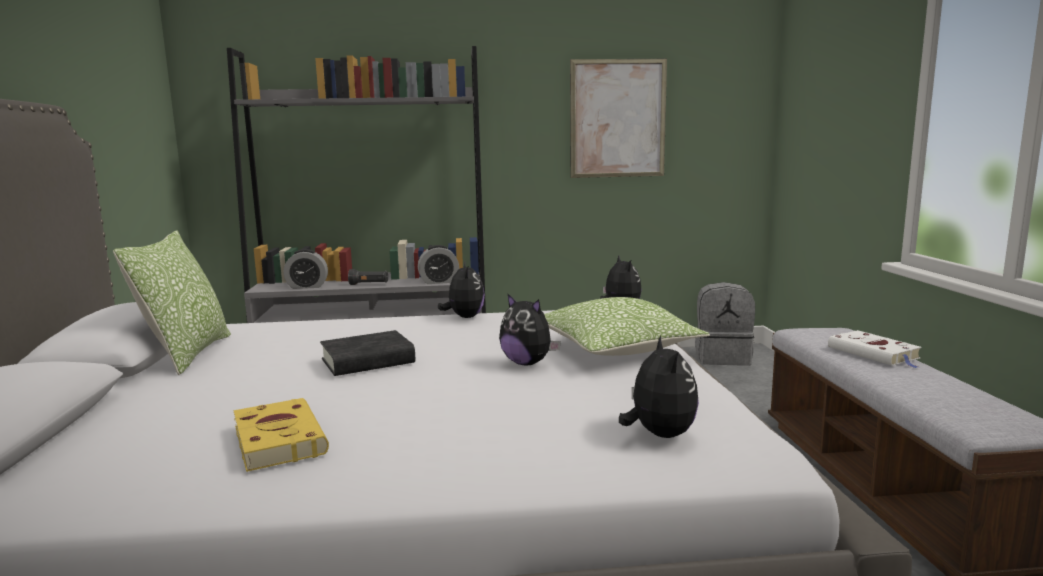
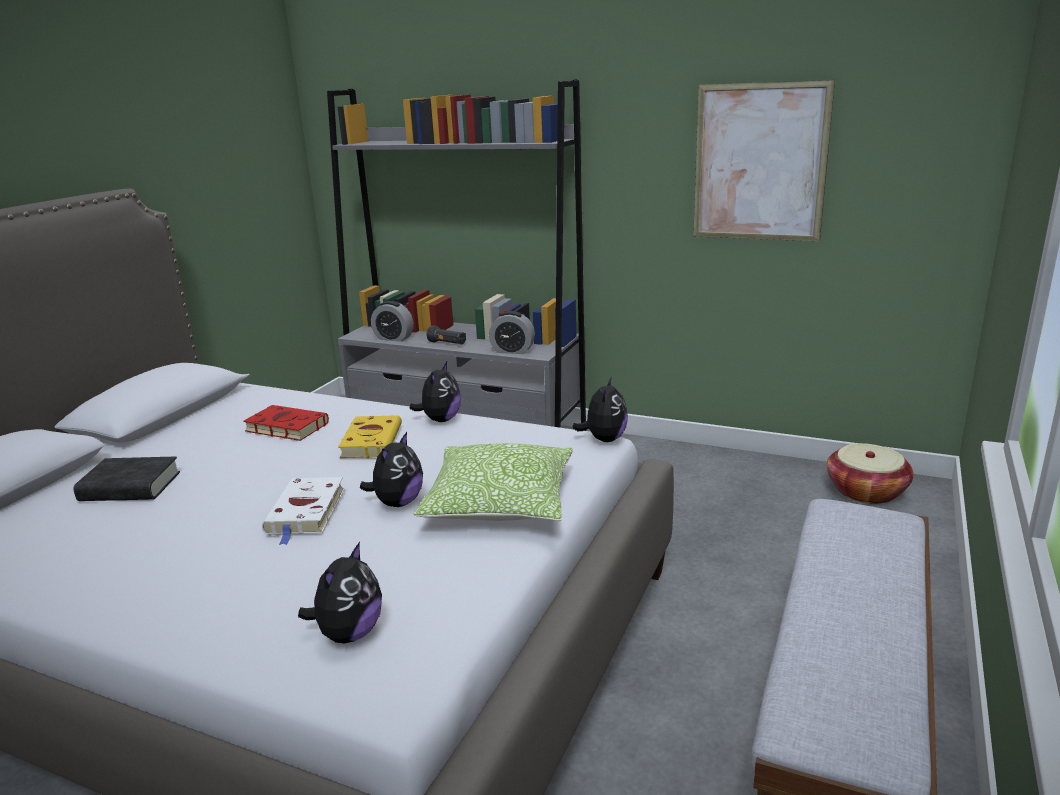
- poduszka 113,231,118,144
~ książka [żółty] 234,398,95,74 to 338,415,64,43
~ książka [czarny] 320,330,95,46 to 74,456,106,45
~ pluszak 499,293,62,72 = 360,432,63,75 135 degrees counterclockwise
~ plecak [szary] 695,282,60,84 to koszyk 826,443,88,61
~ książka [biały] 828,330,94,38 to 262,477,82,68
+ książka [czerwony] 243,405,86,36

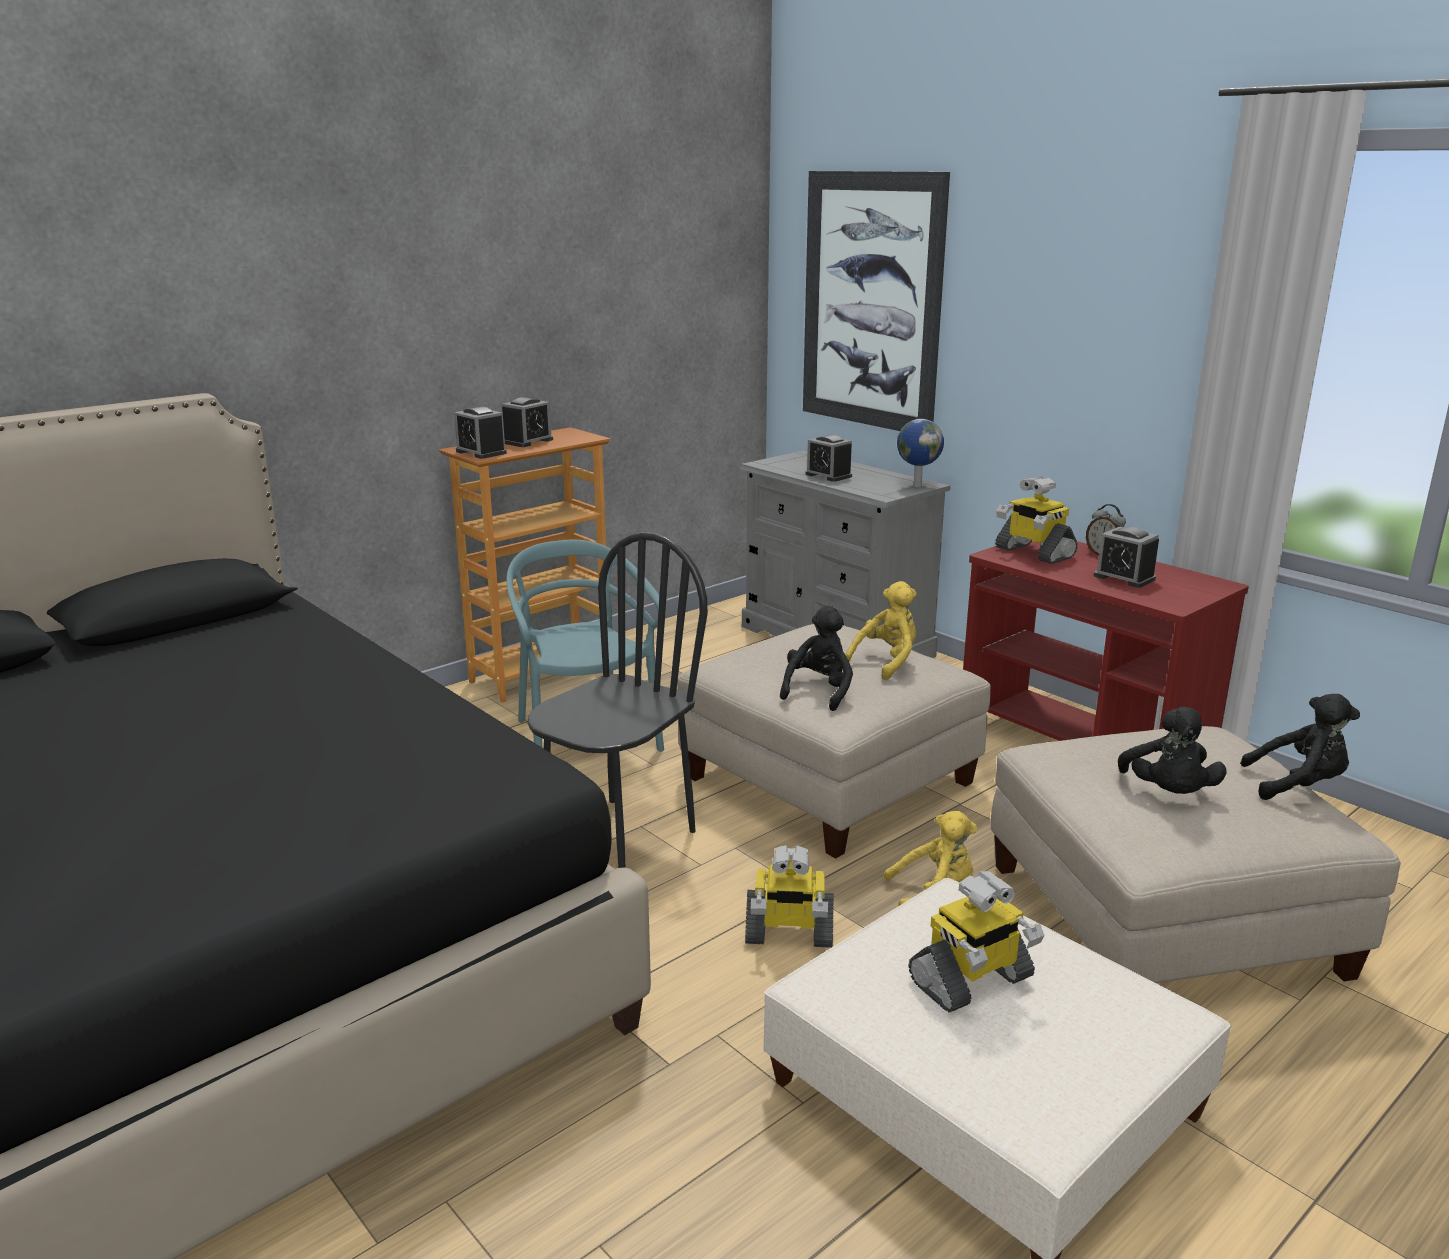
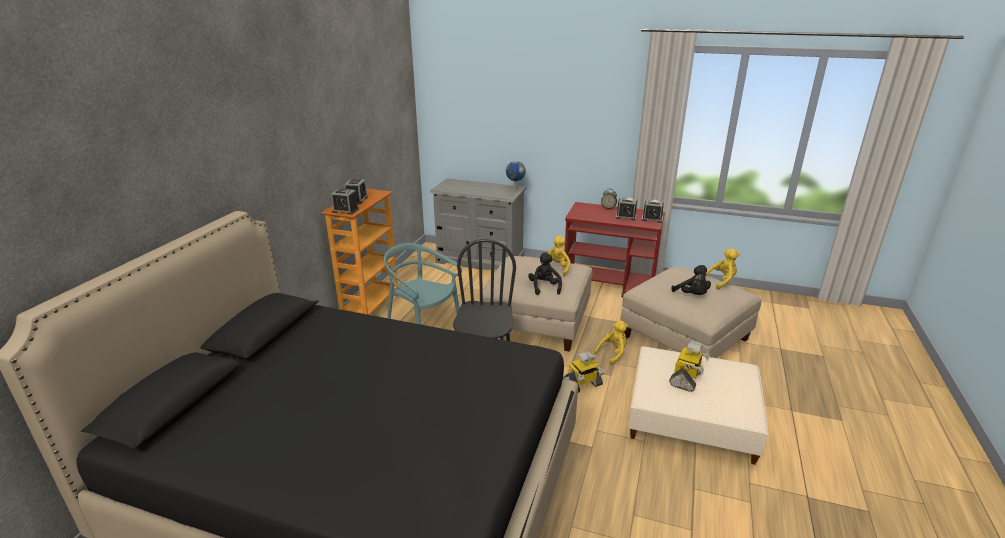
- obraz 803,171,147,260
~ budzik 805,435,47,47 to 642,200,22,23
- robot zabawkowy 995,476,83,88
~ pluszak [czarny] 1240,694,120,106 to pluszak [żółty] 704,249,36,41

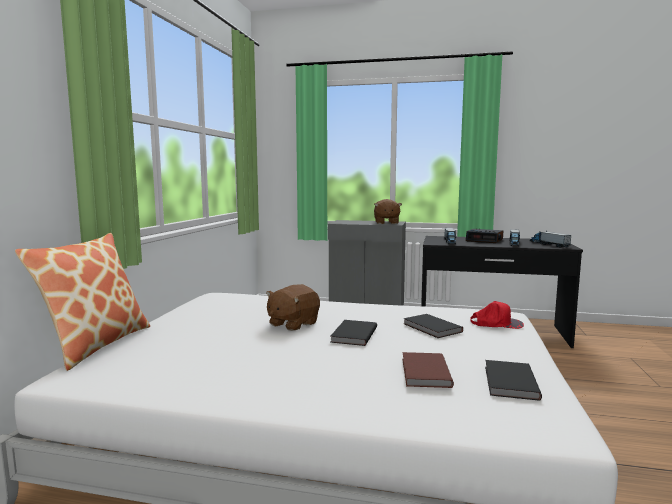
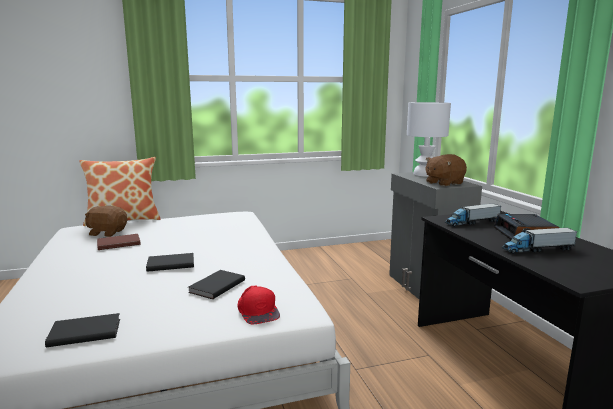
~ pluszak [brązowy] 266,284,54,47 to 85,206,42,31
~ książka [brązowy] 402,352,52,36 to 97,234,44,16
- ciężarówka zabawkowa 530,231,41,17
+ lampa stołowa [biały] 407,102,44,75

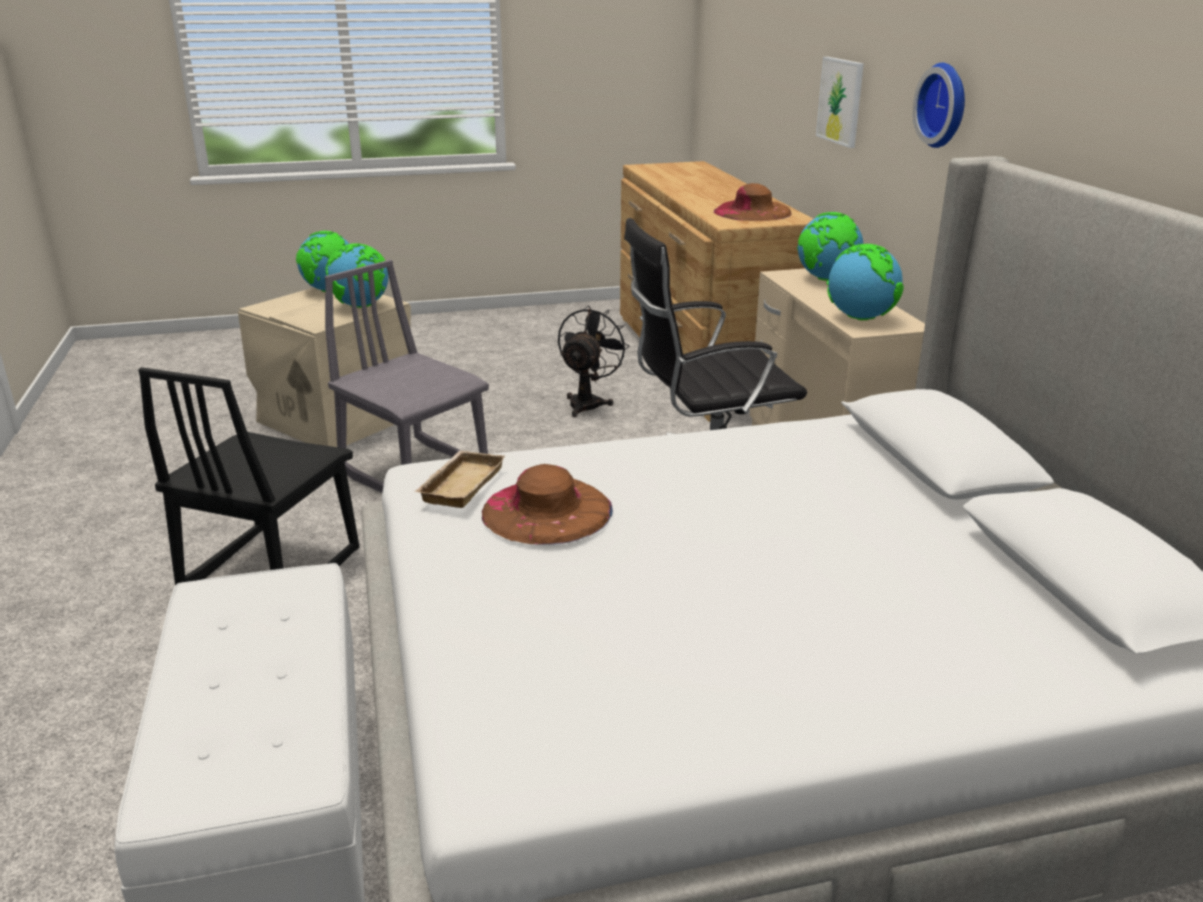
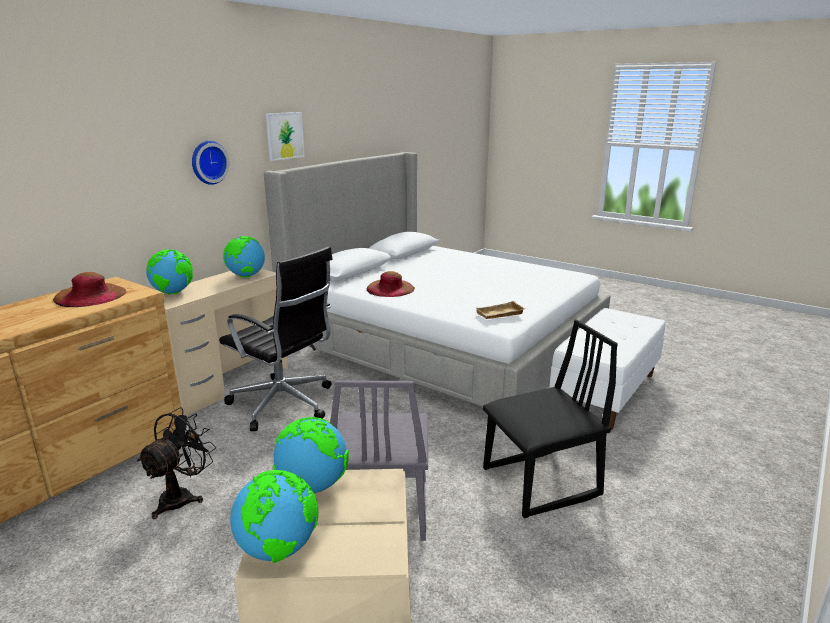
~ kapelusz [brązowy] 482,464,131,81 to 367,271,48,26
~ wentylator [czarny] 558,306,71,111 = 137,407,79,112 135 degrees clockwise
~ obraz 816,57,48,91 to 266,112,39,49

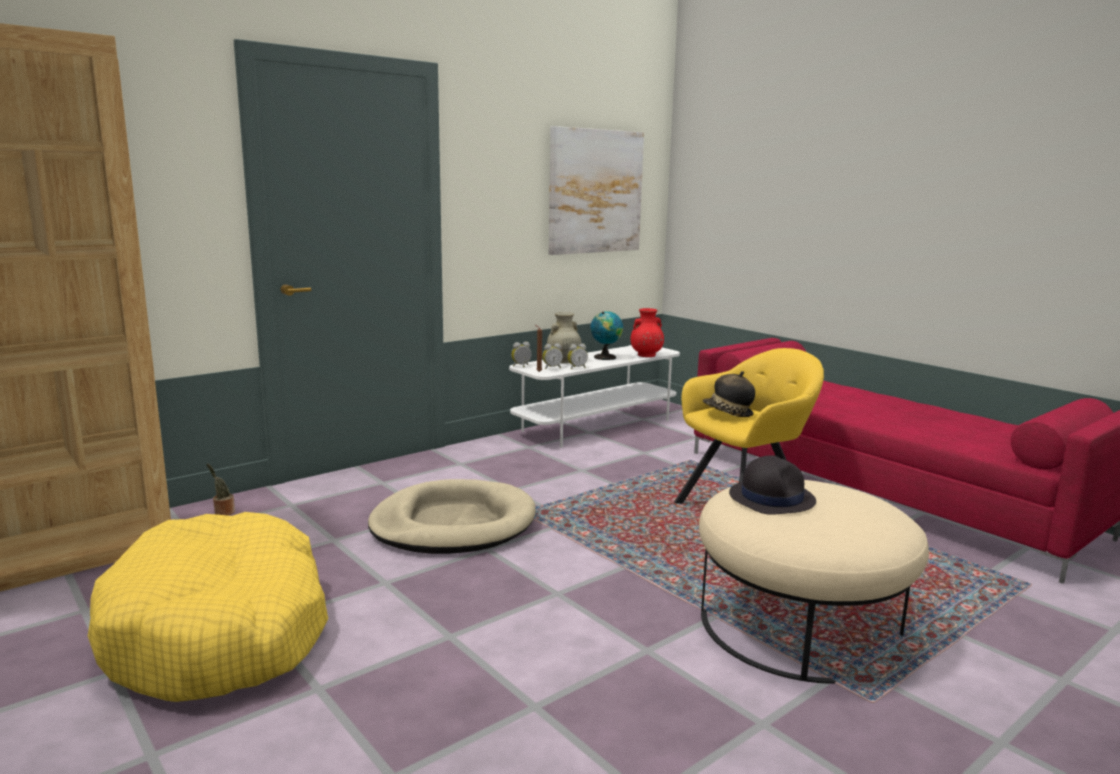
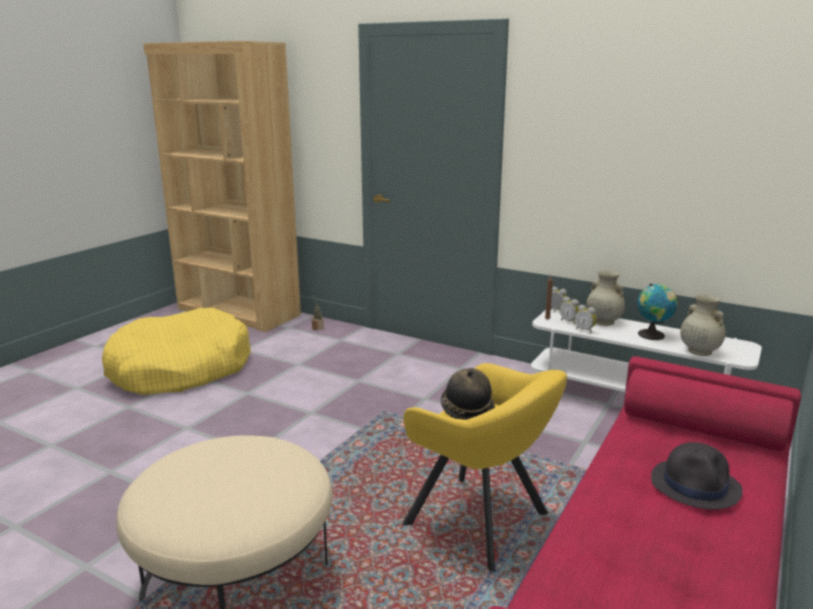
- legowisko [beżowy] 368,479,168,75
- obraz 549,126,95,129
~ wazon [czerwony] 630,308,34,49 to wazon [beżowy] 680,294,46,62
~ kapelusz [czarny] 729,455,87,60 to 651,442,92,67

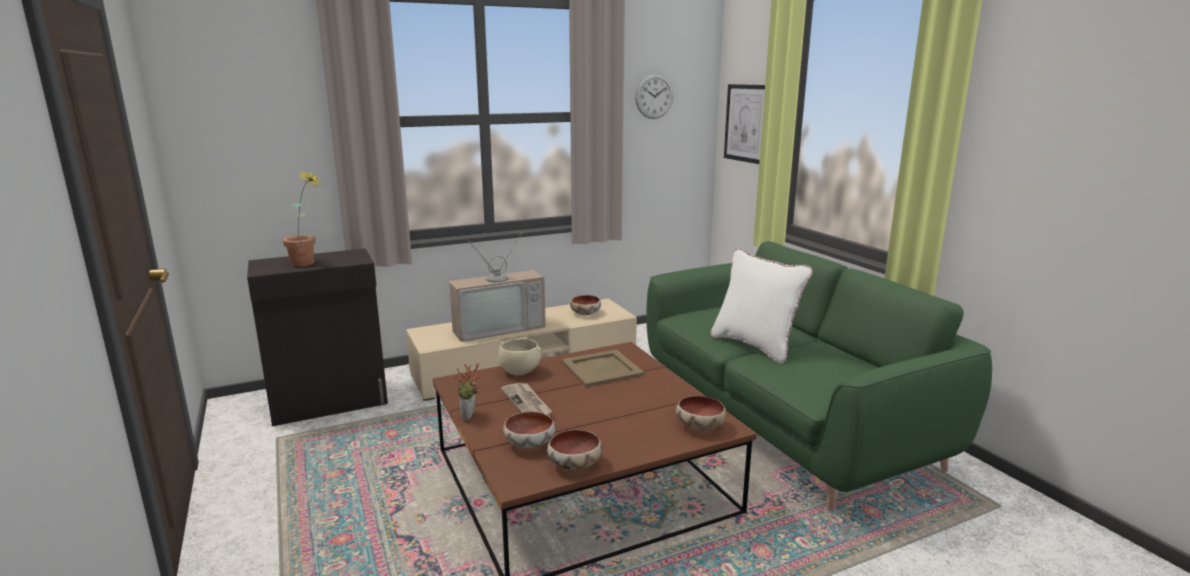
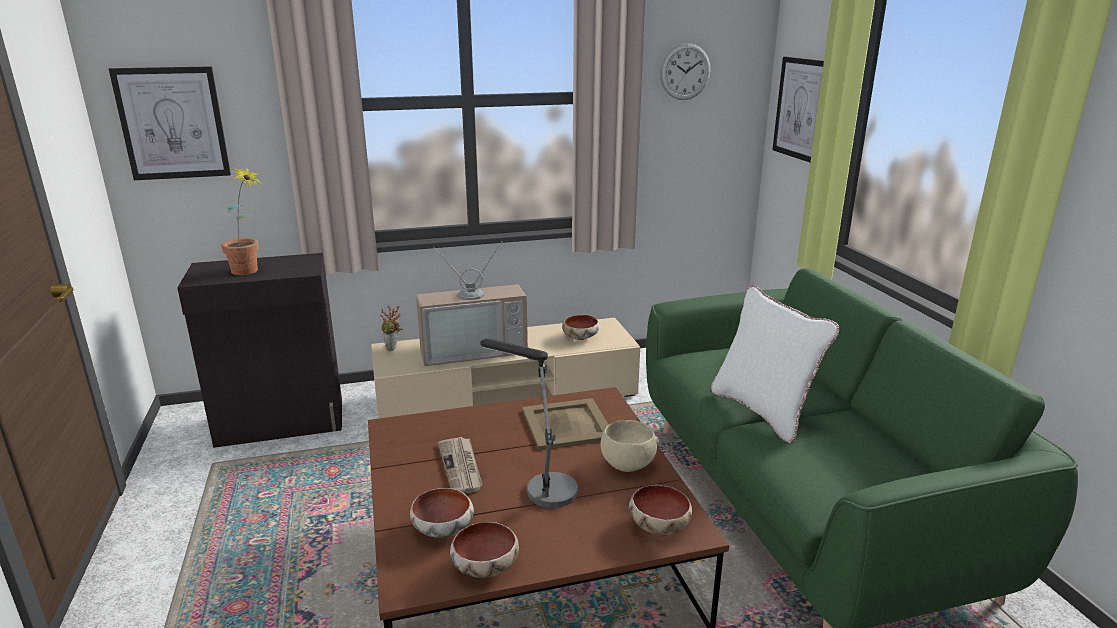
~ roślina doniczkowa 454,364,28,57 to 380,306,23,45
~ miska [beżowy] 498,339,44,36 to 601,420,58,52
+ obraz 109,66,122,114
+ lampa stołowa 481,339,97,169

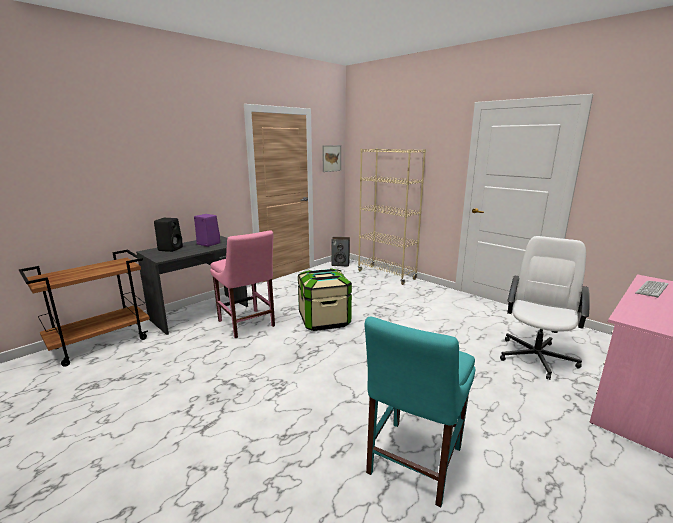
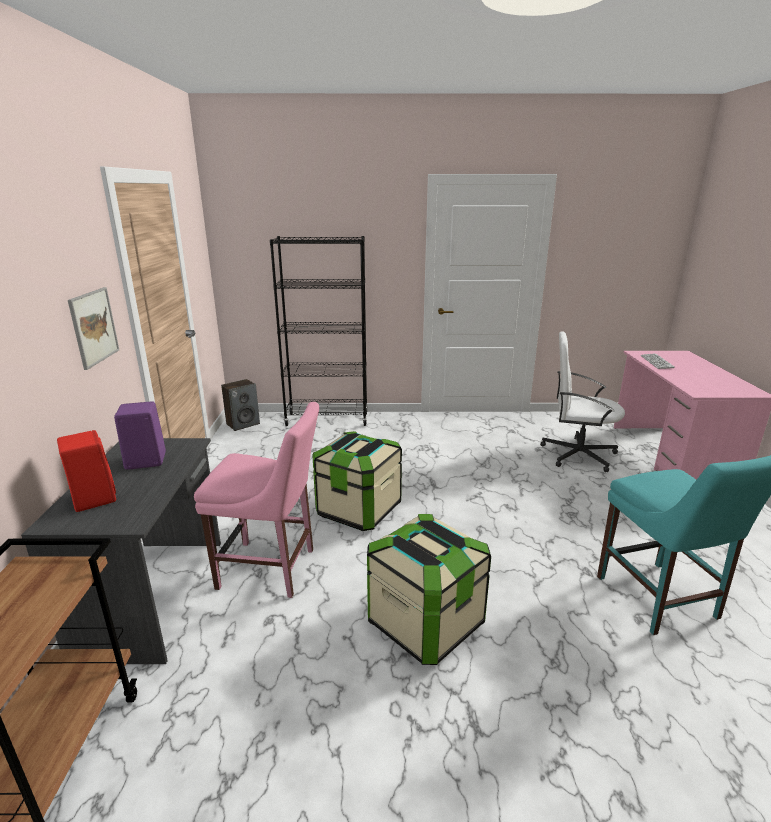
~ głośnik [czarny] 154,218,29,34 to głośnik [czerwony] 57,430,59,82
~ obraz 322,145,19,27 to 68,287,51,83
~ regał [beżowy] 358,148,68,137 to regał [czarny] 270,236,98,190
~ krzesło biurowe [biały] 500,236,90,144 = 540,331,85,141 60 degrees counterclockwise
+ pojemnik do przechowywania 367,514,124,151

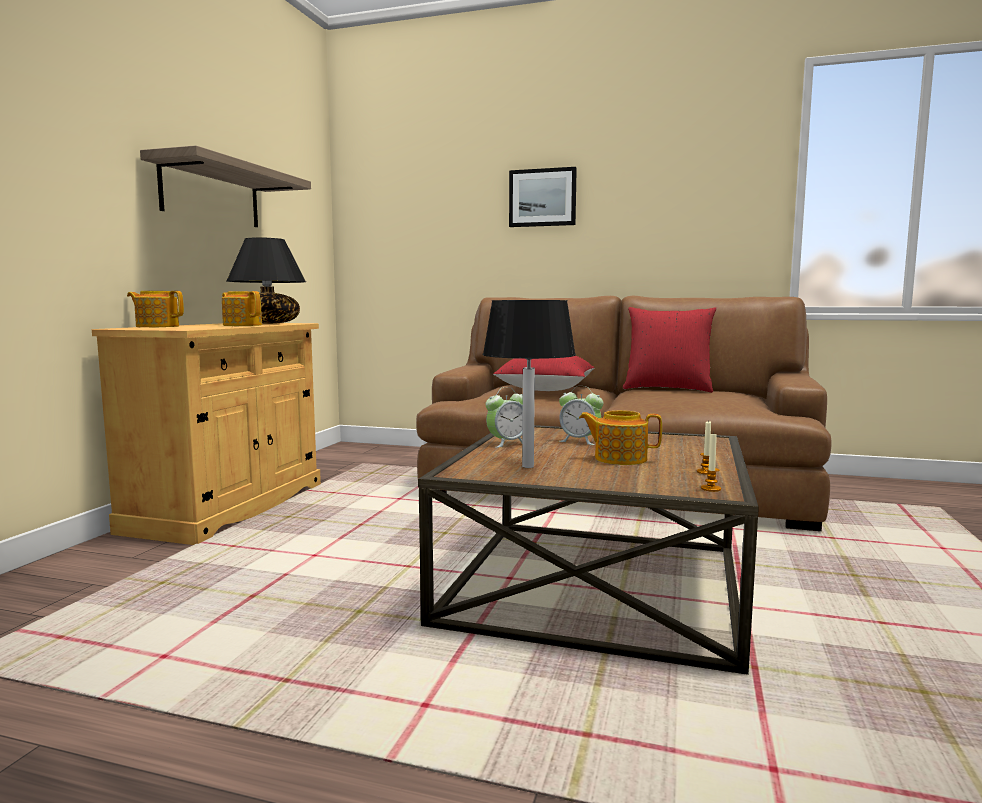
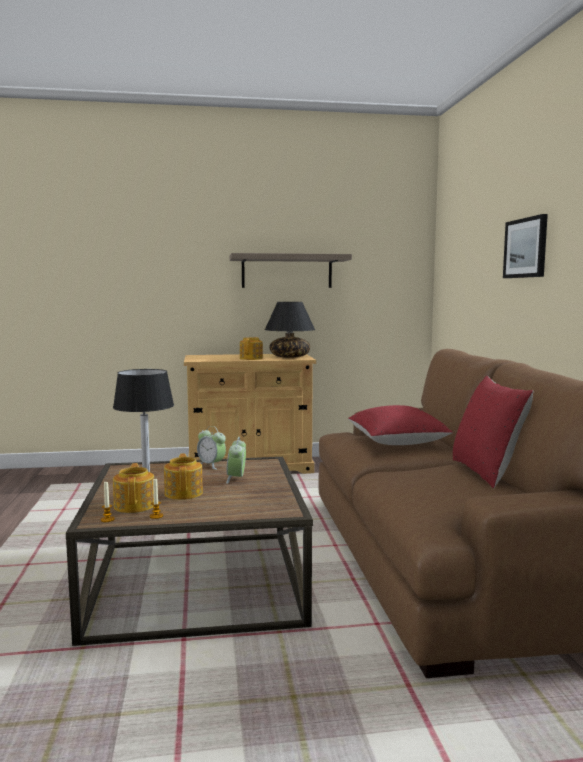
~ imbryk 127,291,57,36 to 113,463,41,50

